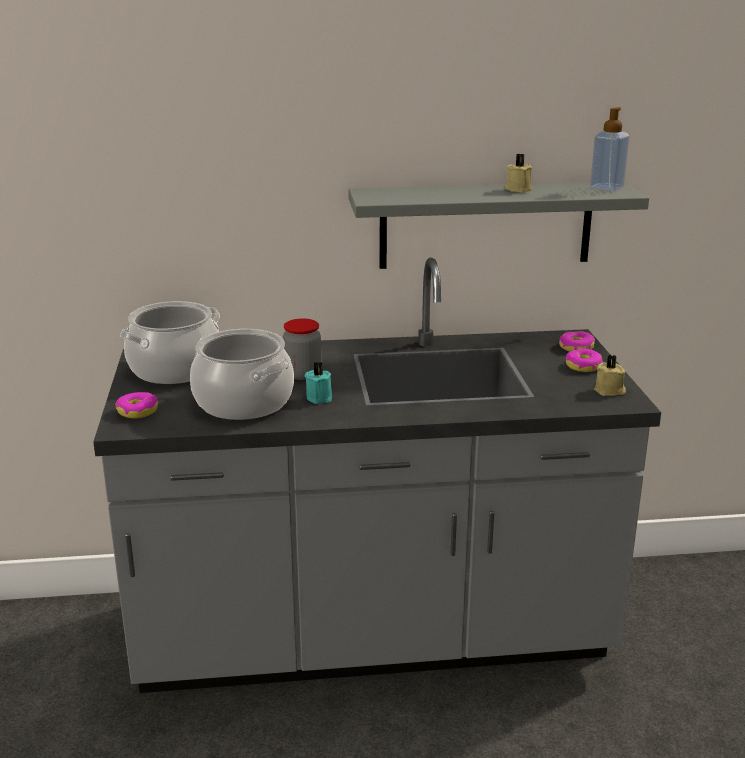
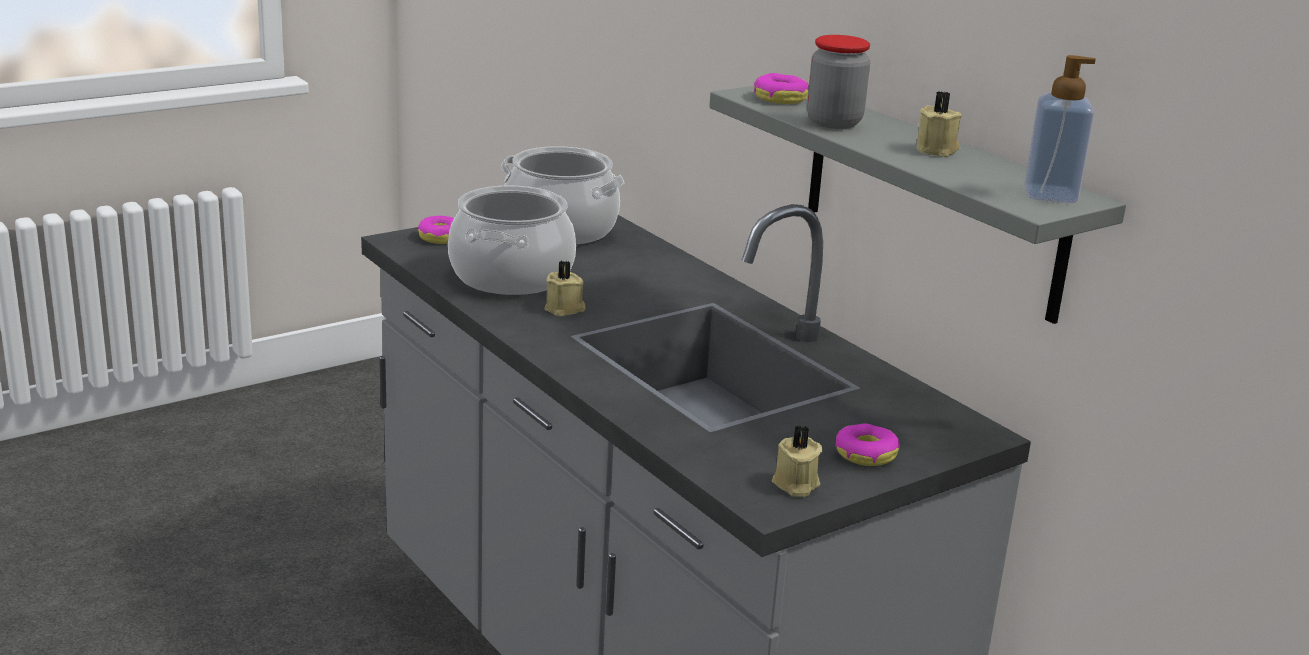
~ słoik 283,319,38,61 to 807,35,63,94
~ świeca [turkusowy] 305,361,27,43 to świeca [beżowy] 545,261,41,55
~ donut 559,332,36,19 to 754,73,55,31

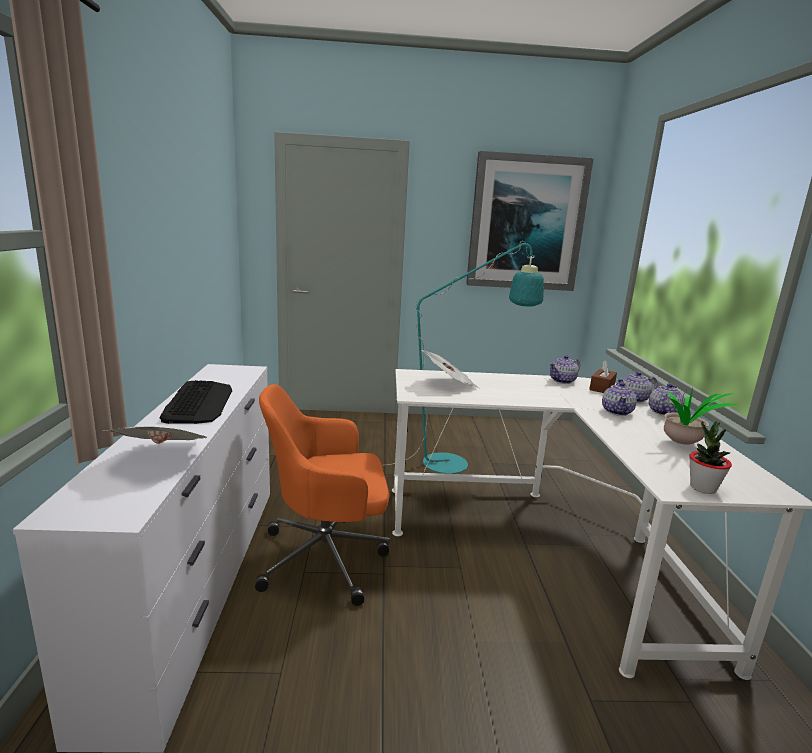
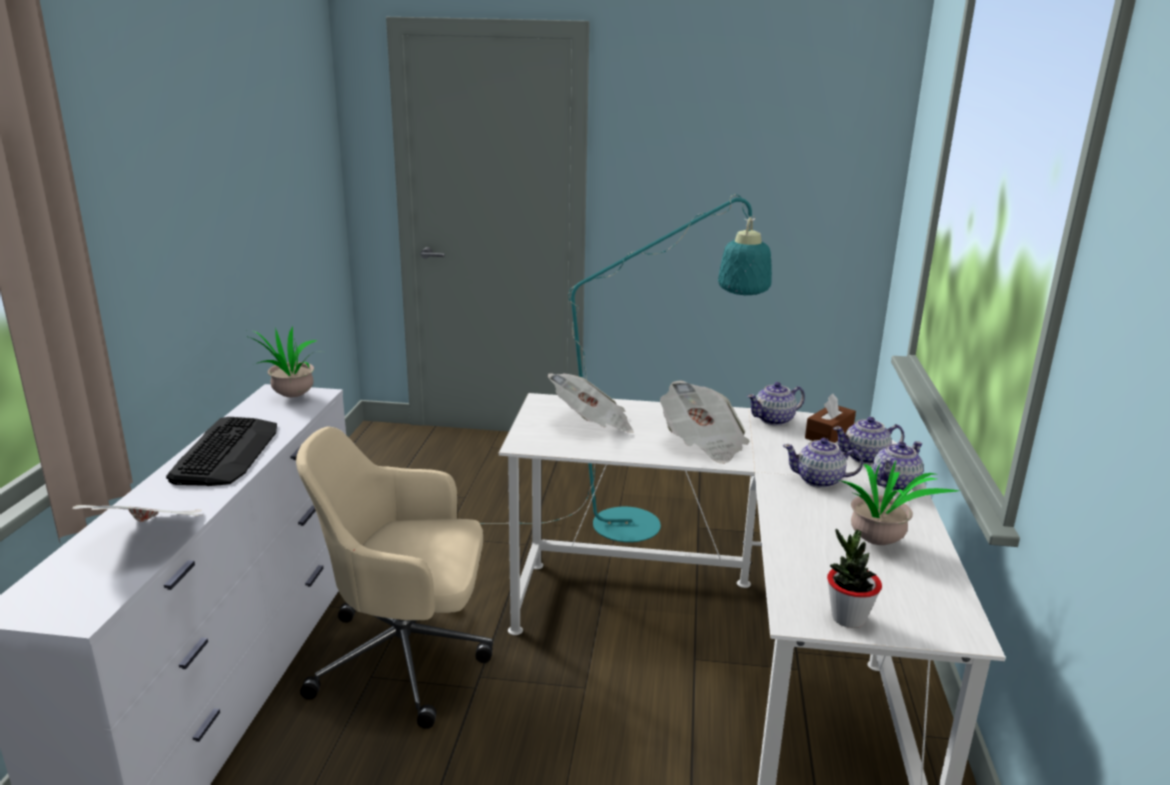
~ krzesło biurowe [pomarańczowy] 255,384,135,222 to krzesło biurowe [beżowy] 296,427,197,302
- obraz 466,151,128,140
~ imbryk 602,382,35,34 = 783,438,80,50 75 degrees clockwise
+ roślina doniczkowa 249,326,68,71
+ gazeta 660,381,90,83

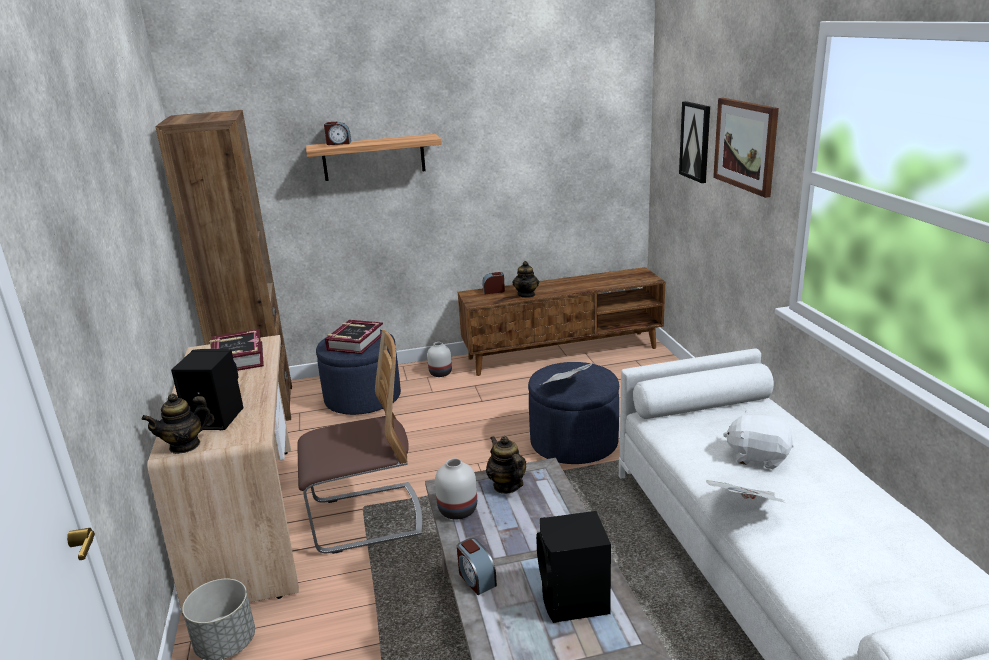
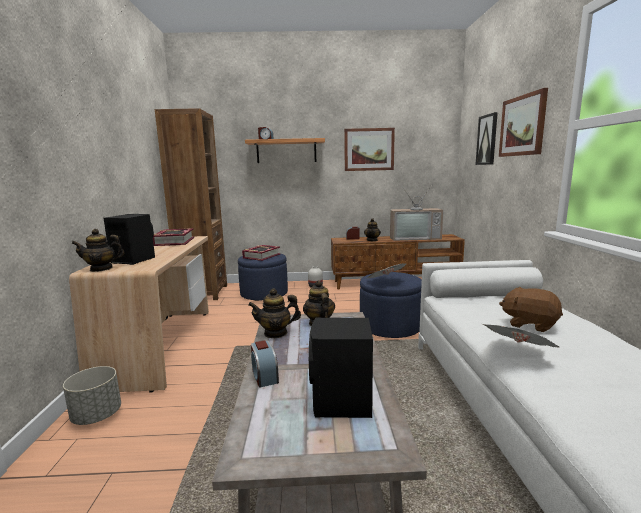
- krzesło 297,330,125,224
~ wazon [biały] 435,458,42,61 to imbryk 248,289,53,49
~ pluszak [biały] 723,410,71,59 to pluszak [brązowy] 499,287,64,45
+ obraz 344,128,51,43
+ telewizor 390,184,53,57

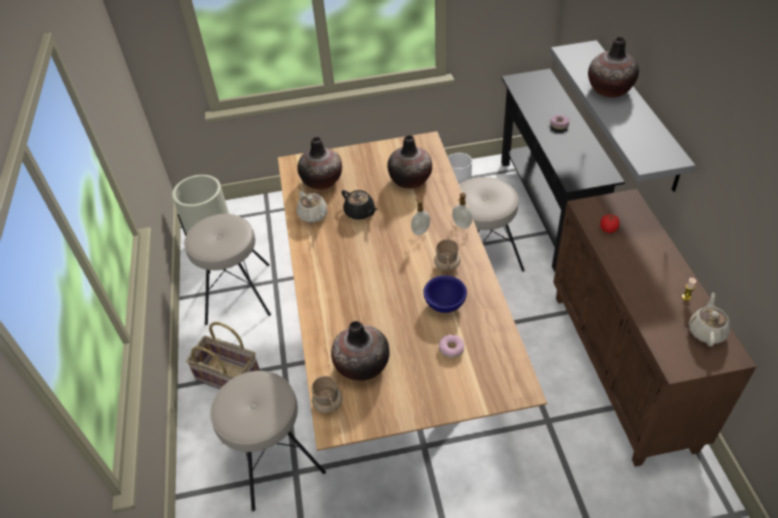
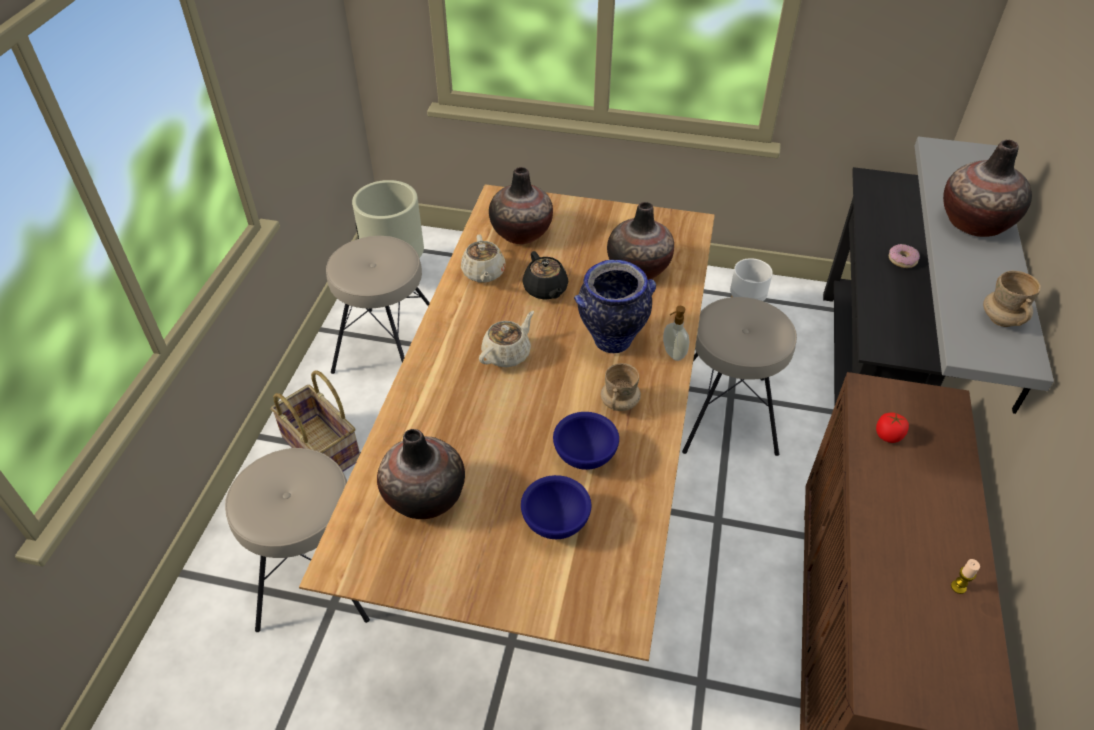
~ kubek [beżowy] 312,376,30,37 to 983,271,58,56
~ dozownik mydła 411,199,19,36 to wazon 574,260,82,93
~ donut 439,335,25,23 to miska [niebieski] 521,475,70,64
~ imbryk [beżowy] 689,293,42,53 to 479,311,55,56

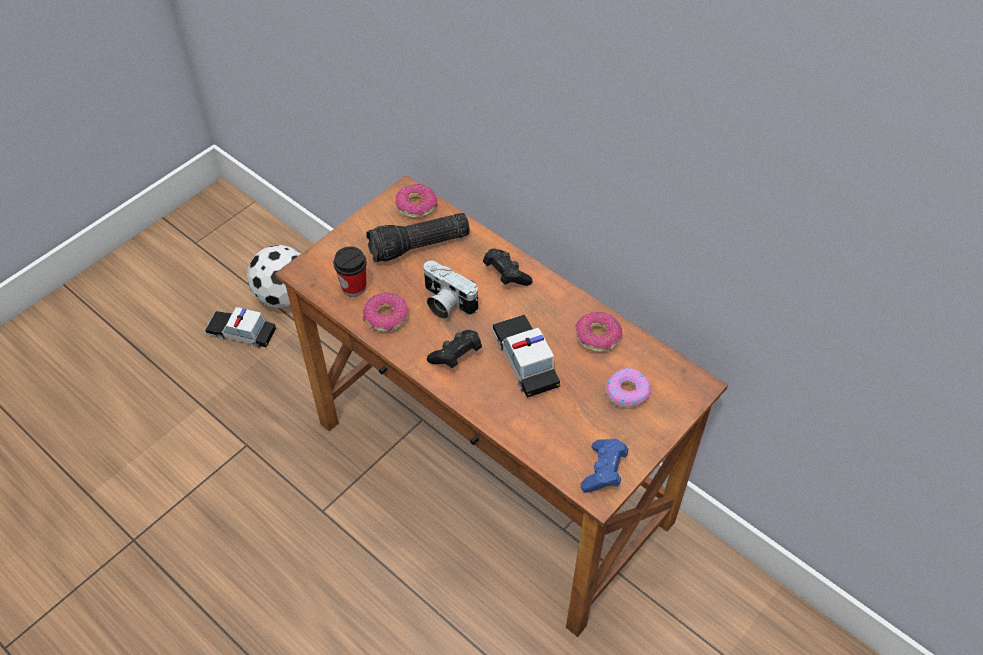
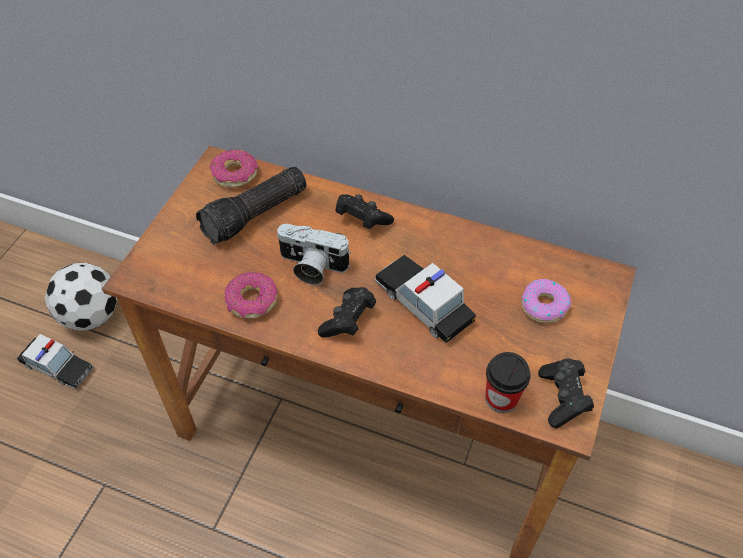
~ samochodzik 205,307,71,41 = 17,334,77,56 150 degrees counterclockwise
~ filiżanka 333,247,34,50 to 485,352,46,61
- donut 576,312,47,40
~ pad do gier [niebieski] 581,439,47,54 to pad do gier [czarny] 538,359,56,69

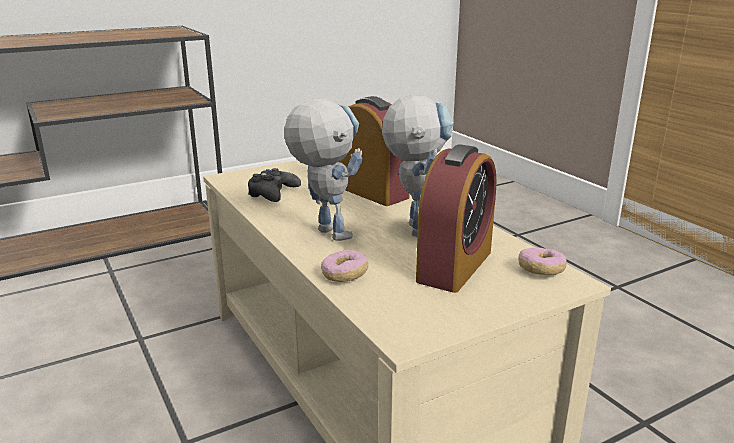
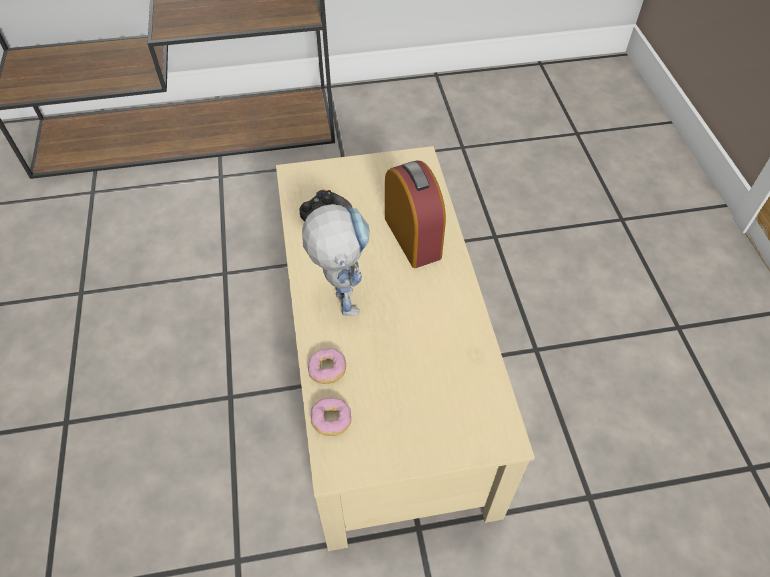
- robot zabawkowy 382,95,72,142
- budzik 416,144,81,149
~ donut 518,248,49,27 to 311,398,40,38

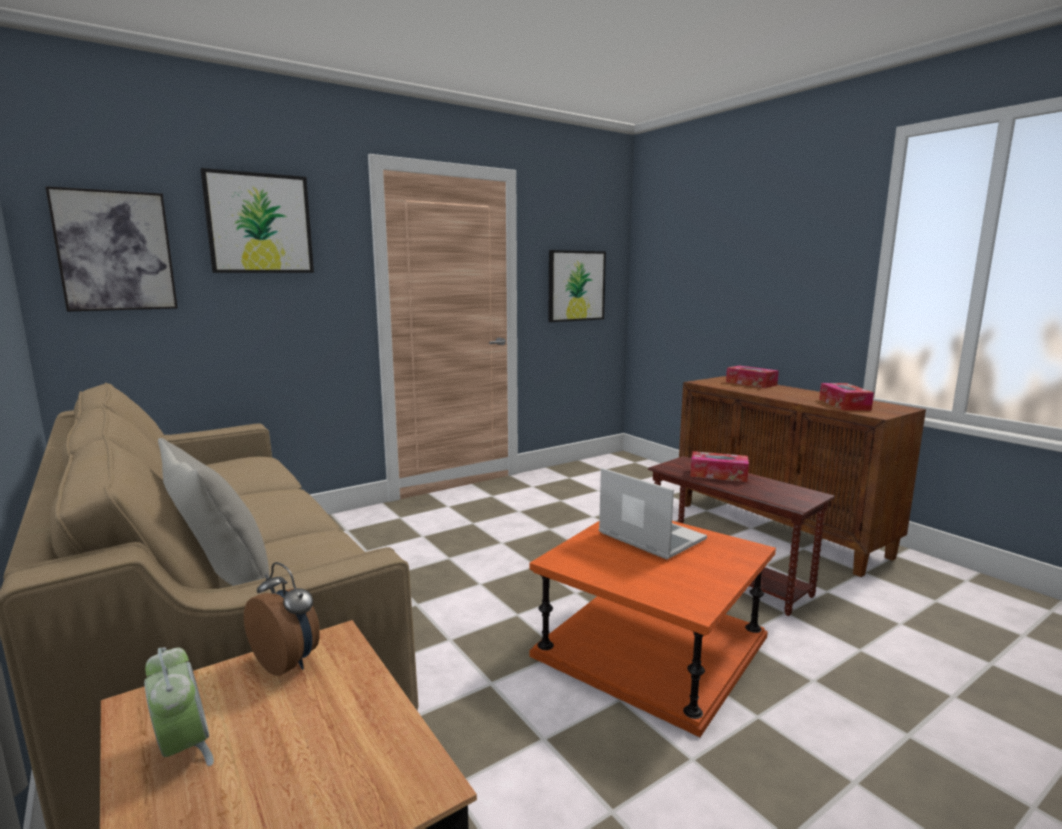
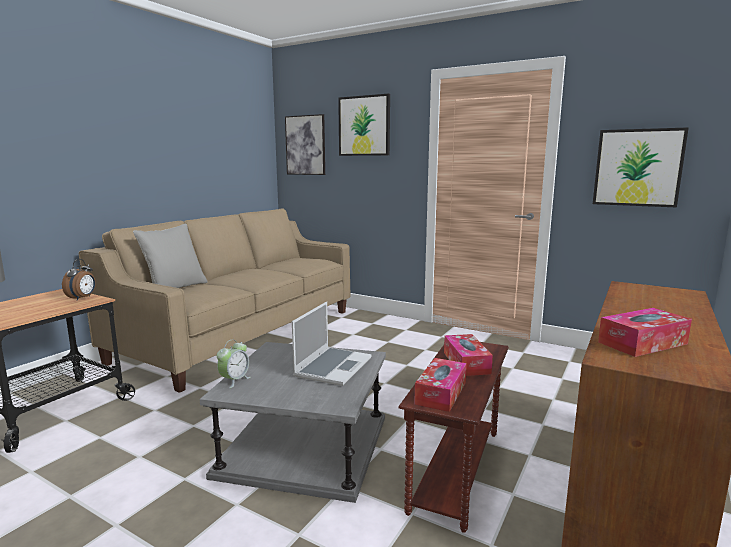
~ budzik 144,647,70,119 to 217,339,34,49
~ stolik [pomarańczowy] 530,521,246,216 to stolik [szary] 200,342,186,161
~ pudełko chusteczek 726,366,53,22 to 414,358,53,54

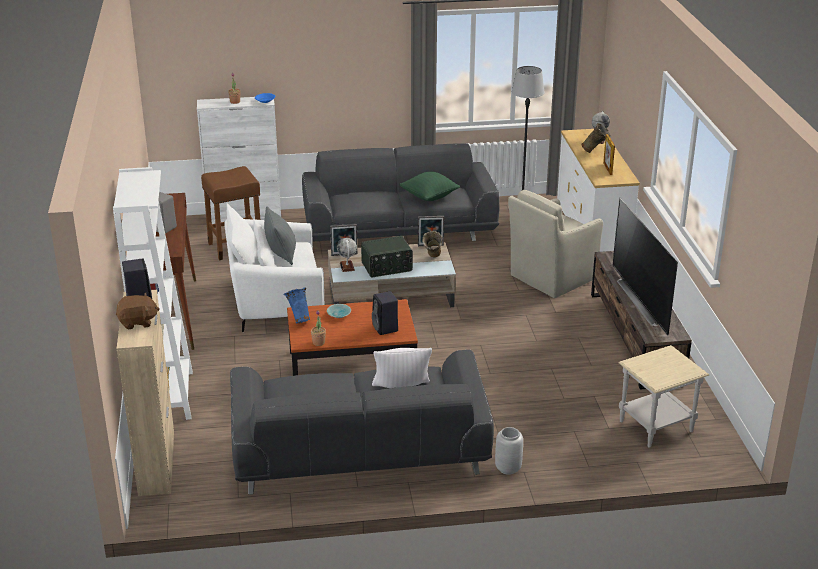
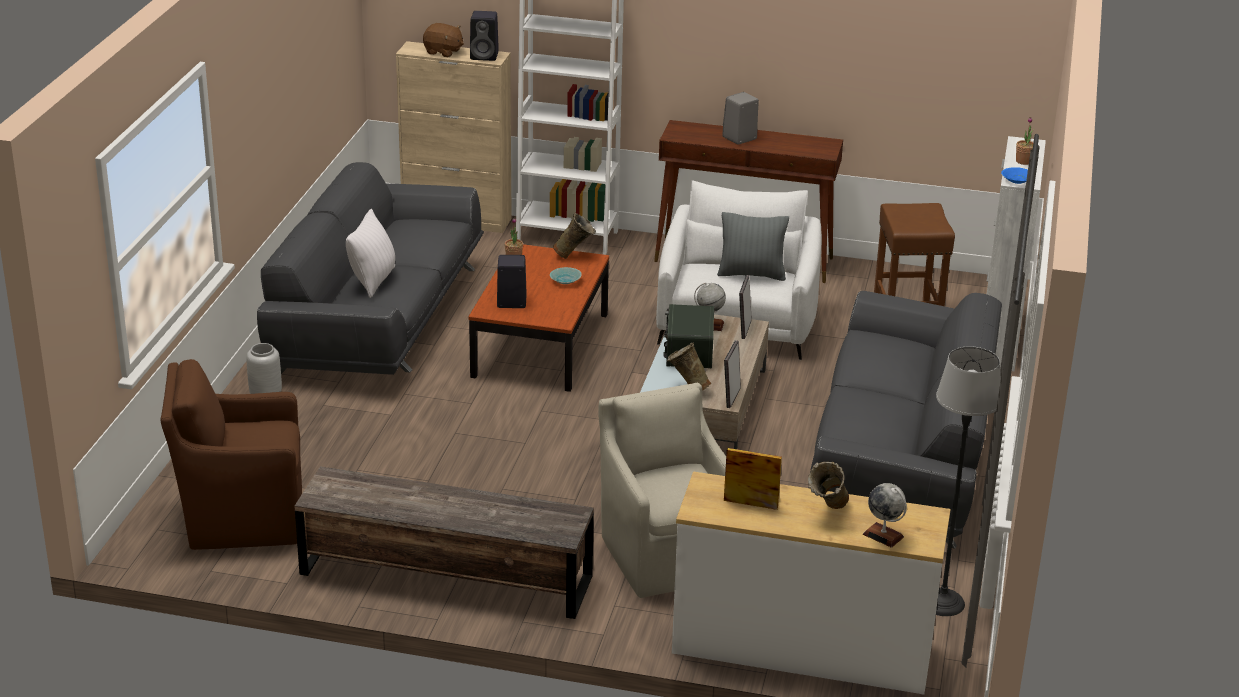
~ pluszak [brązowy] 116,293,44,36 = 423,23,41,34 75 degrees counterclockwise
~ wazon [niebieski] 283,287,27,37 to wazon [beżowy] 553,213,43,46
- poduszka [zielony] 399,171,61,30
- telewizor 612,197,66,139
~ stolik [beżowy] 618,345,91,103 to fotel [brązowy] 161,359,141,191

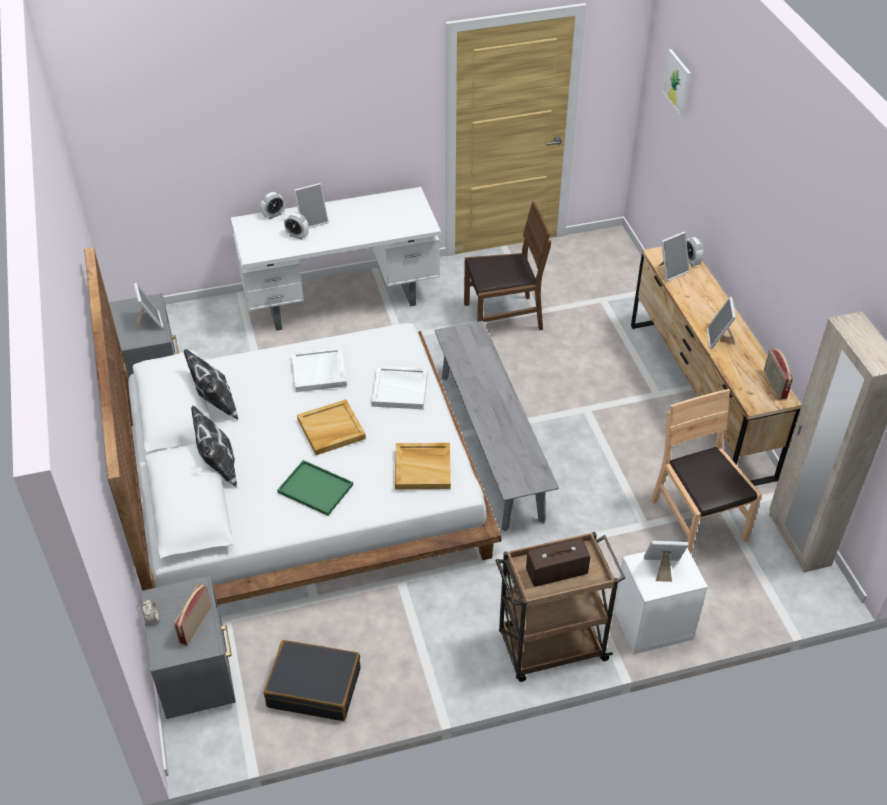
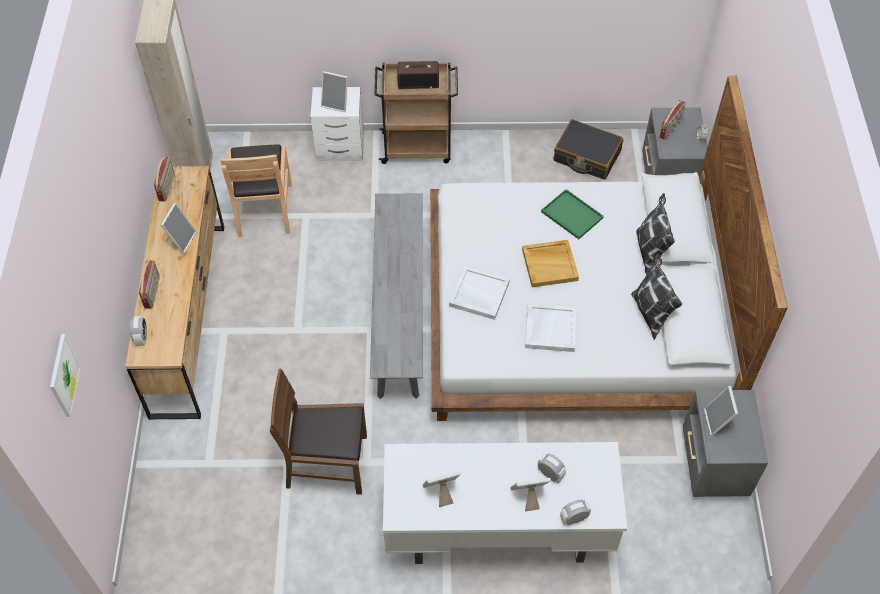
- taca [beżowy] 395,443,56,46
~ ramka na zdjęcie 658,231,32,50 to 423,471,38,36
+ radio 139,260,21,49

